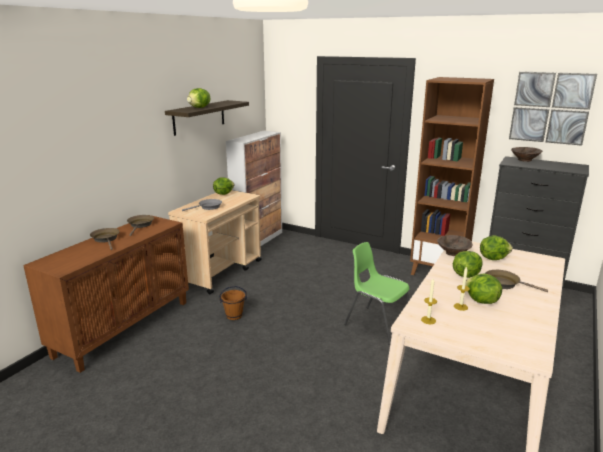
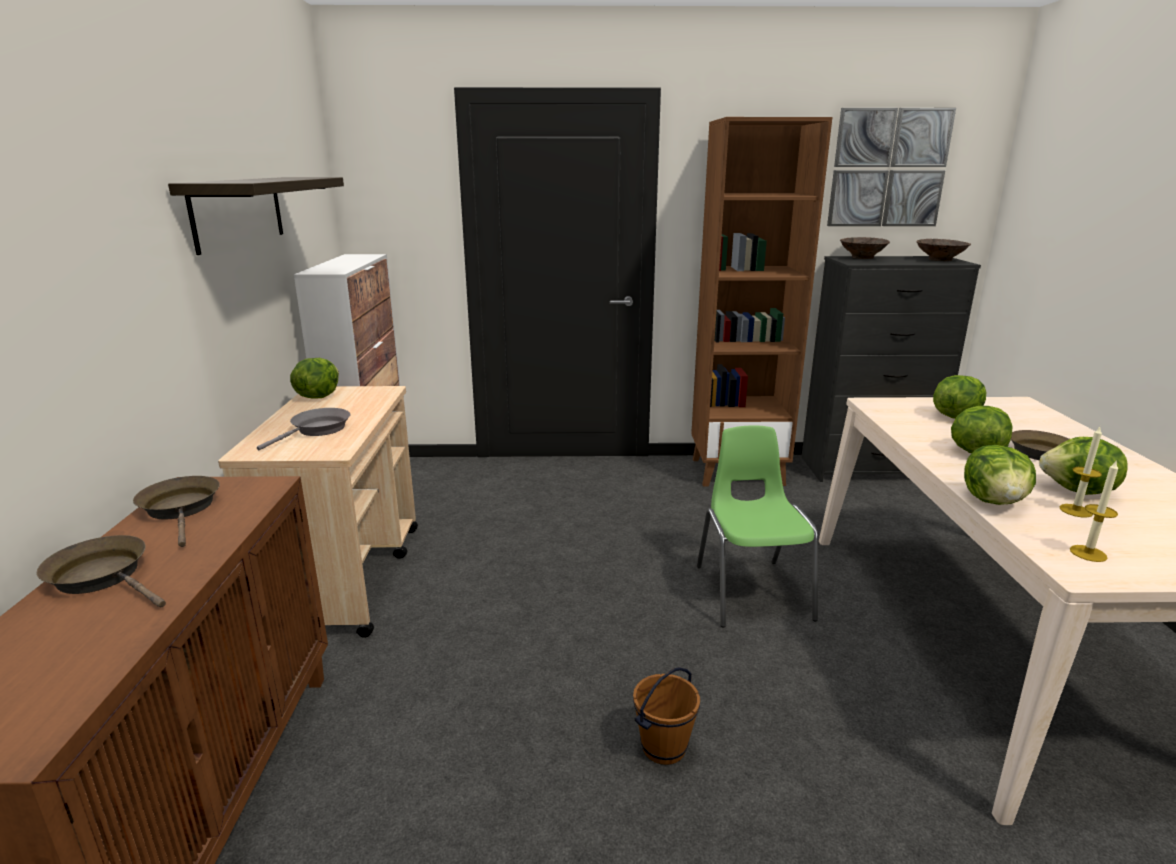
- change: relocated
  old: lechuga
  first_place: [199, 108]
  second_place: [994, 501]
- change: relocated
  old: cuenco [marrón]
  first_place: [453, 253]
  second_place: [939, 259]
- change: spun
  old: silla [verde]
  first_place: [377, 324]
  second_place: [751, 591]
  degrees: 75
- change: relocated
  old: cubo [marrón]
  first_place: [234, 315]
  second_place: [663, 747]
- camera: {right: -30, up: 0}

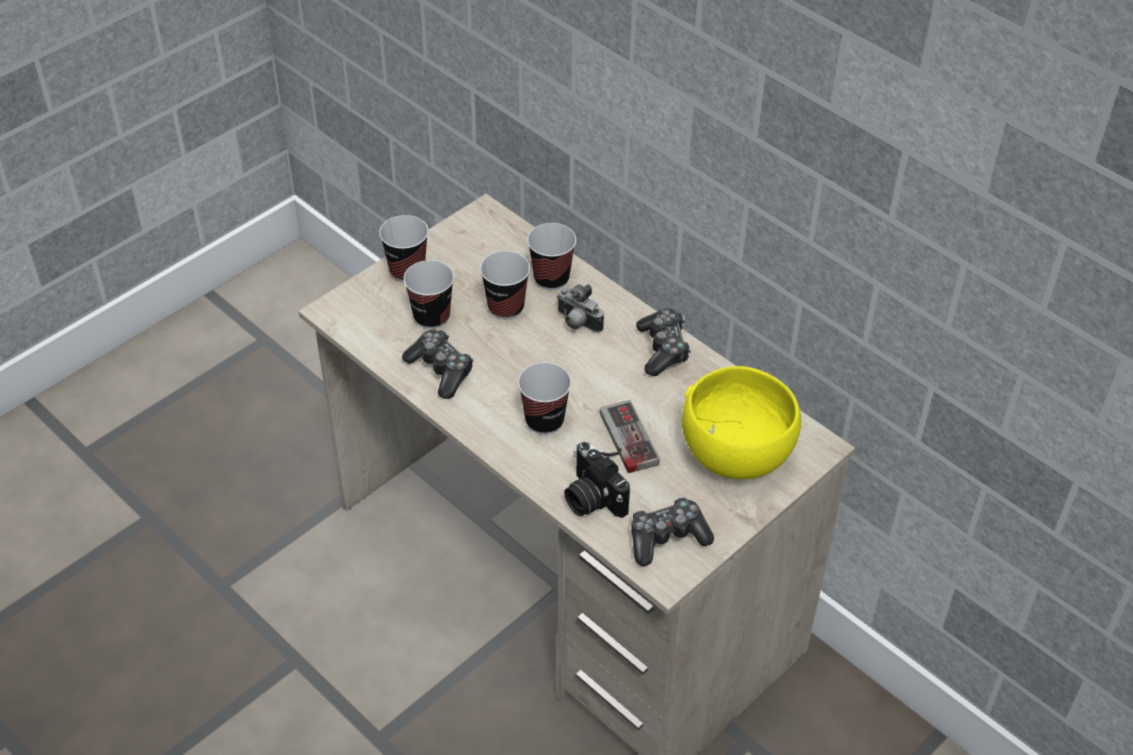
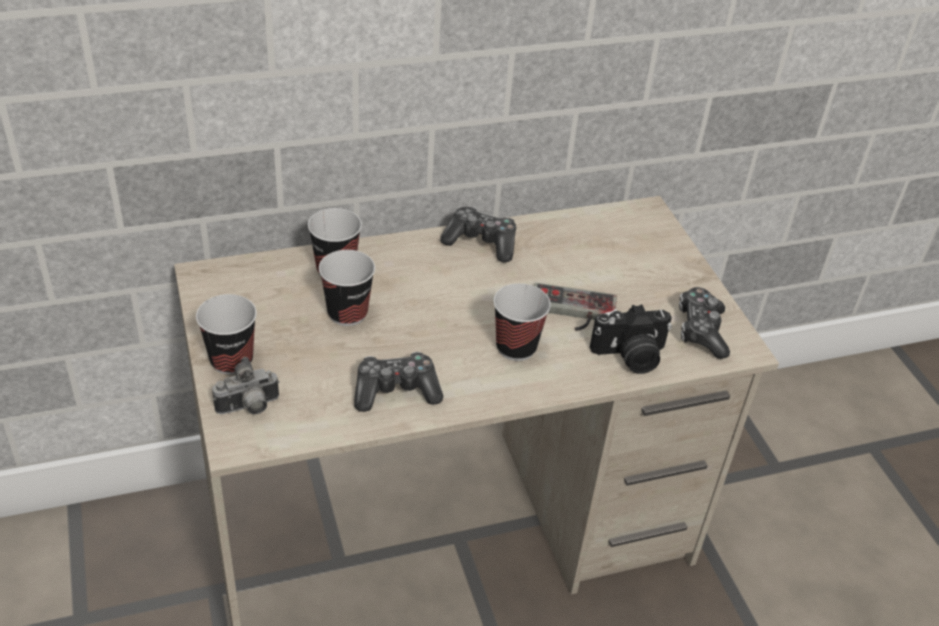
- change: missing
  old: taza
  first_place: [431, 317]
- change: relocated
  old: cámara
  first_place: [576, 323]
  second_place: [249, 408]
- change: missing
  old: cuenco [amarillo]
  first_place: [736, 455]
- camera: {right: -65, up: -5}

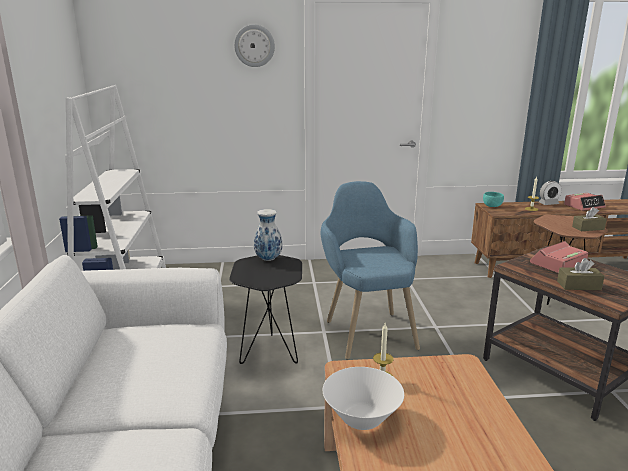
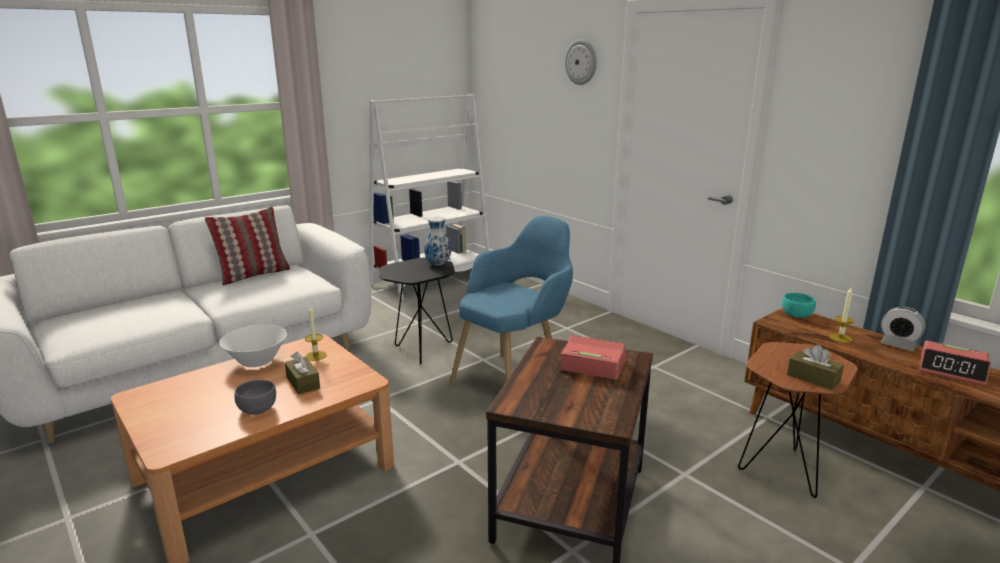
- change: relocated
  old: caja de pañuelos [marrón]
  first_place: [578, 285]
  second_place: [303, 383]
- change: appeared
  new: cojín
  second_place: [253, 275]
- change: appeared
  new: cuenco [gris]
  second_place: [257, 409]
- camera: {right: 55, up: 0}

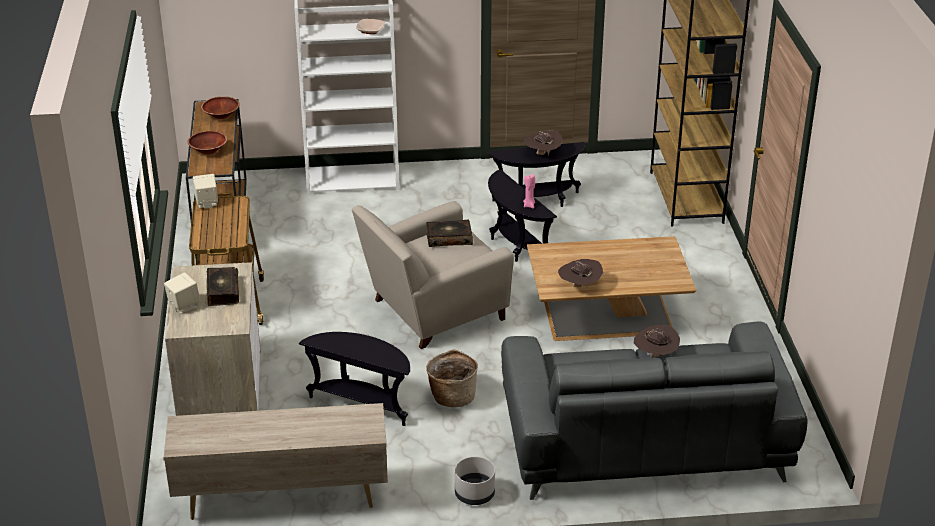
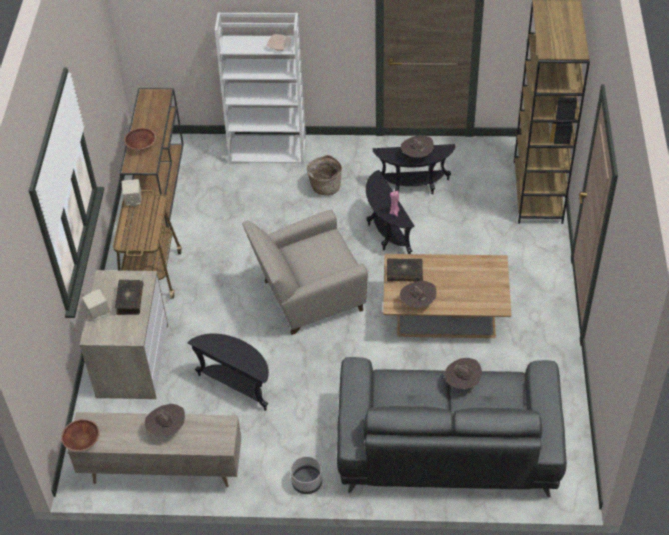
- change: relocated
  old: cuenco [marrón]
  first_place: [221, 115]
  second_place: [82, 441]
- change: relocated
  old: libro
  first_place: [449, 239]
  second_place: [404, 273]
- change: relocated
  old: cesta
  first_place: [452, 396]
  second_place: [325, 186]
- change: appeared
  new: sombrero [marrón]
  second_place: [167, 429]
- camera: {right: 10, up: 15}

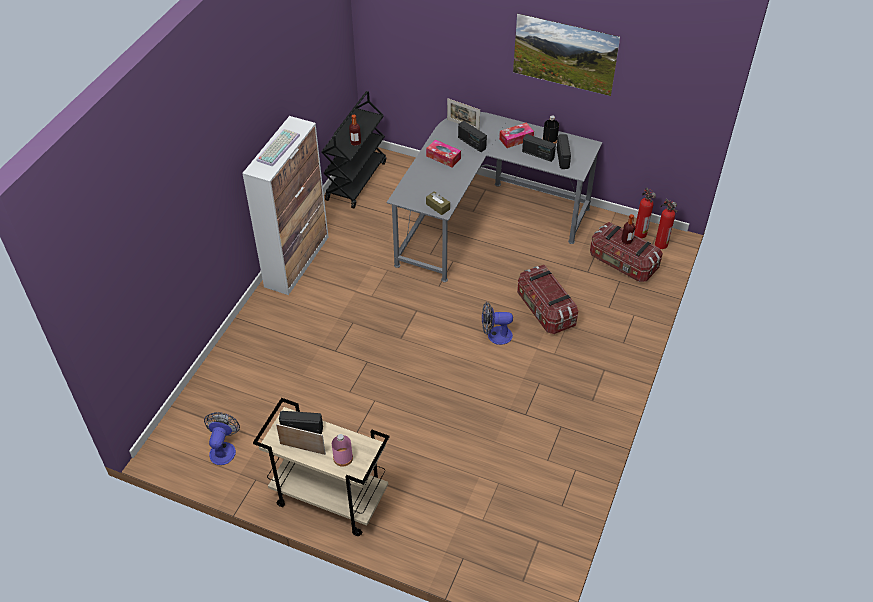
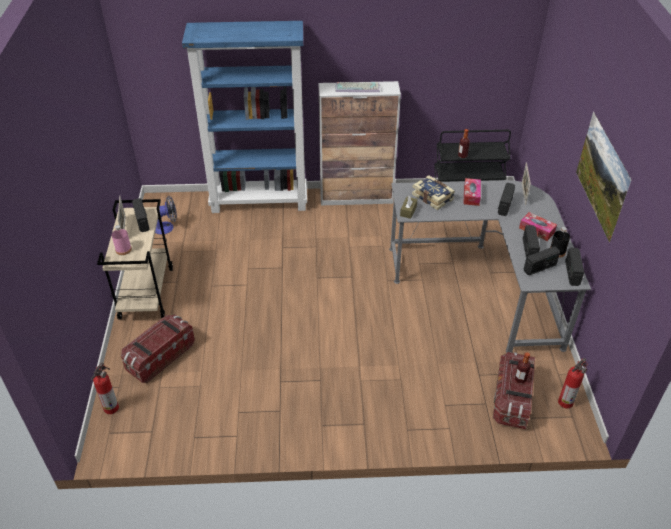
- change: relocated
  old: extintor
  first_place: [660, 243]
  second_place: [112, 407]
- change: relocated
  old: caja de almacenaje
  first_place: [545, 310]
  second_place: [160, 357]
- change: missing
  old: ventilador
  first_place: [495, 335]
- change: appeared
  new: estantería [azul]
  second_place: [260, 201]
- change: appeared
  new: libro
  second_place: [433, 197]
- change: appeared
  new: radio
  second_place: [572, 273]
- camera: {right: 65, up: -5}

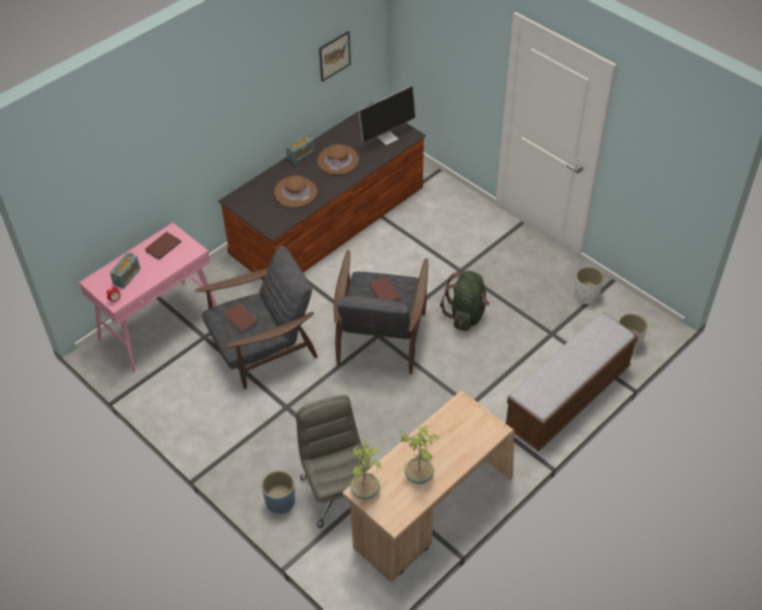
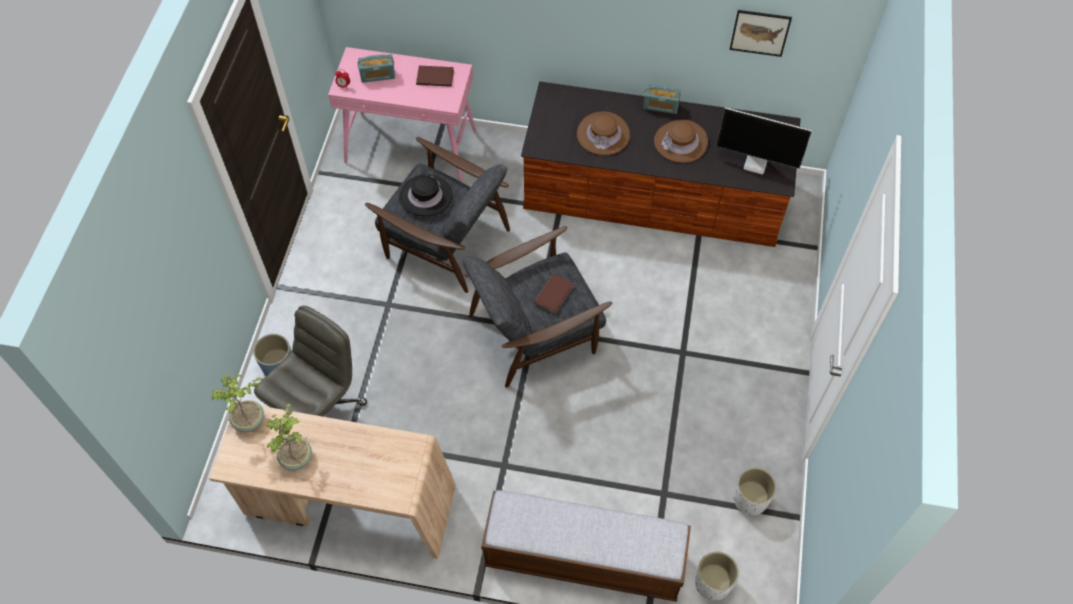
- change: missing
  old: mochila [verde]
  first_place: [466, 315]
- change: exchanged
  old: libro [marrón]
  new: sombrero [negro]
  first_place: [240, 319]
  second_place: [425, 196]
- camera: {right: 55, up: 10}

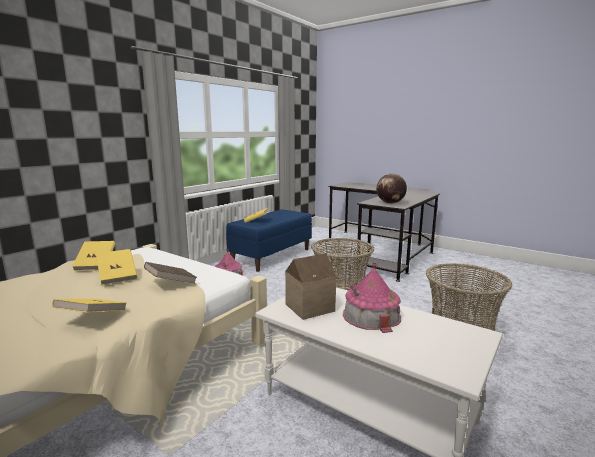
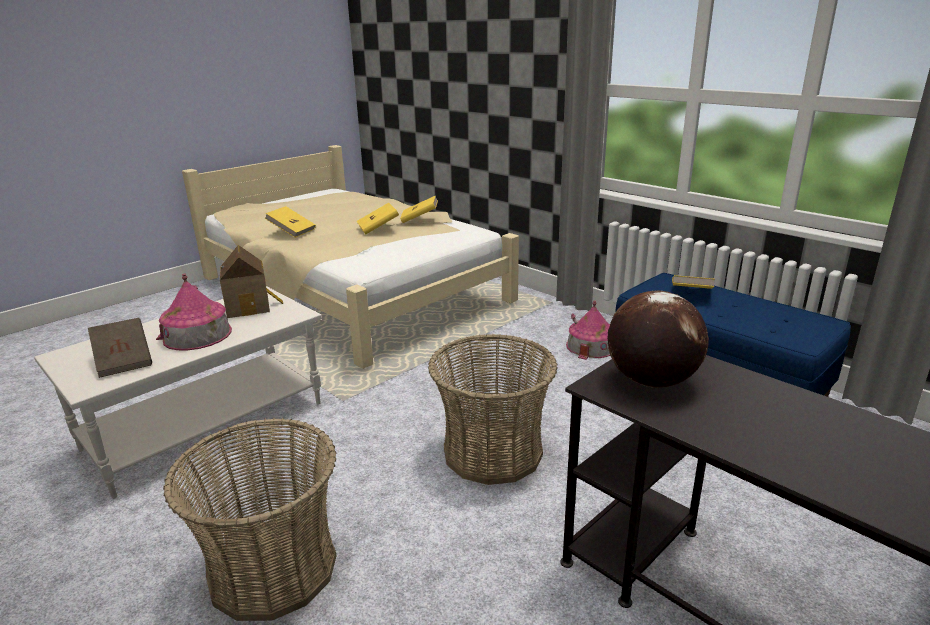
- change: relocated
  old: libro [marrón]
  first_place: [171, 283]
  second_place: [124, 360]
- camera: {right: 100, up: 10}

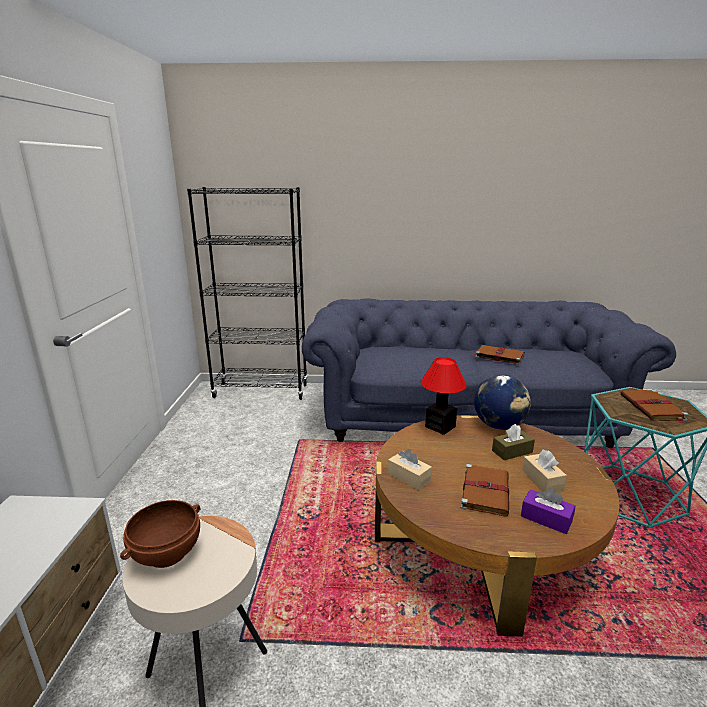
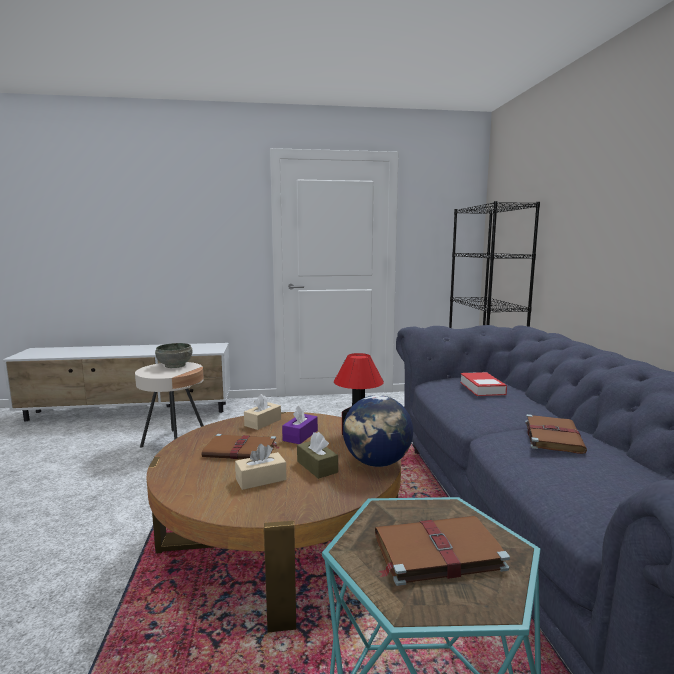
- change: relocated
  old: caja de pañuelos [morado]
  first_place: [546, 518]
  second_place: [300, 435]
- change: colour
  old: cuenco [marrón]
  new: cuenco [gris]
  first_place: [166, 552]
  second_place: [175, 365]
- change: appeared
  new: libro
  second_place: [482, 388]
- camera: {right: 80, up: -10}

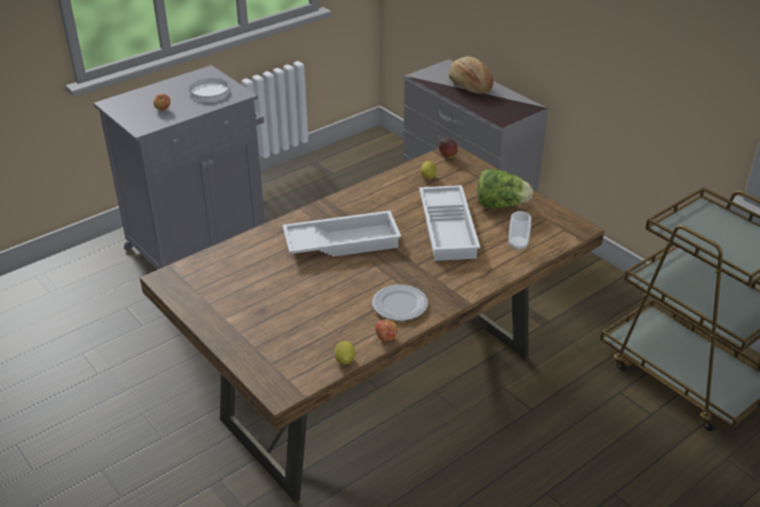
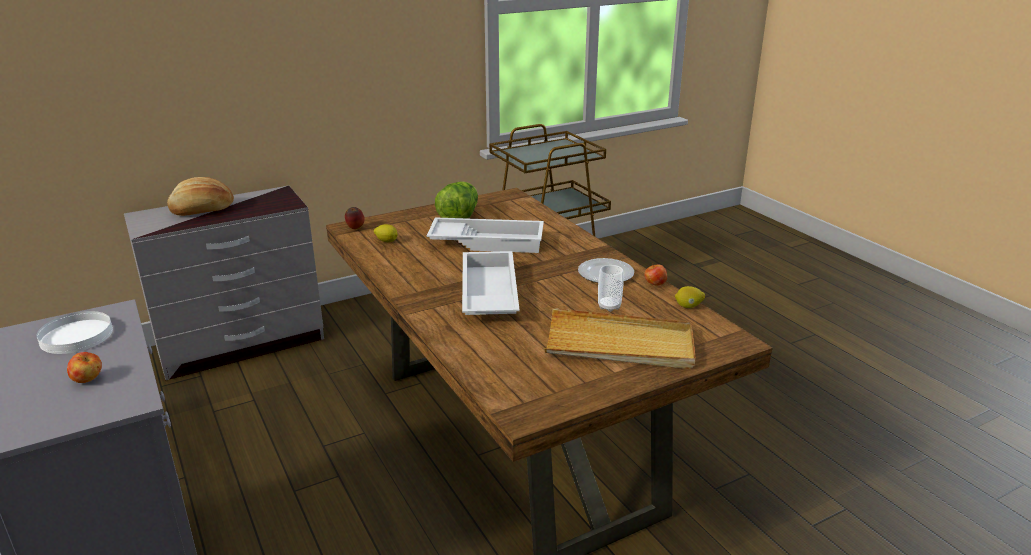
- change: relocated
  old: taza
  first_place: [518, 245]
  second_place: [609, 306]
- change: appeared
  new: bandeja [beis]
  second_place: [619, 345]
- camera: {right: -80, up: -10}

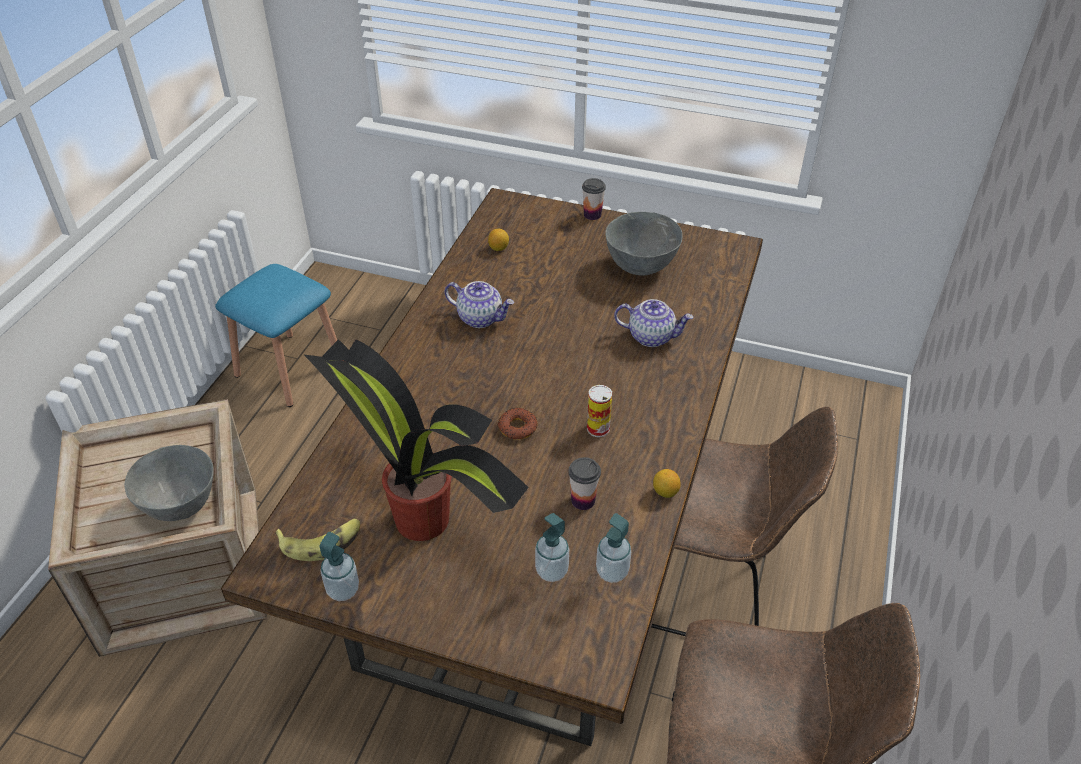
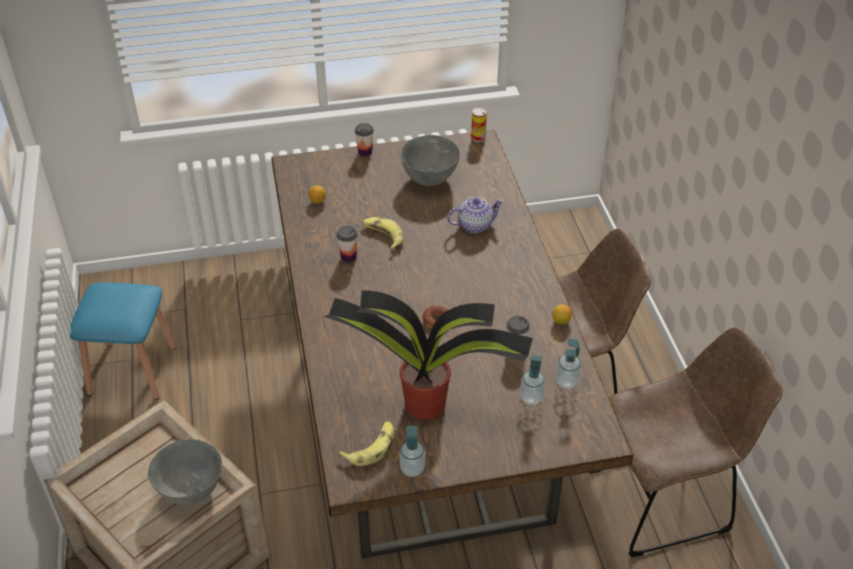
- change: exchanged
  old: tetera
  new: taza
  first_place: [480, 318]
  second_place: [348, 256]
- change: relocated
  old: lata
  first_place: [598, 428]
  second_place: [478, 137]
- change: appeared
  new: plátano
  second_place: [383, 236]
- camera: {right: -30, up: 0}

